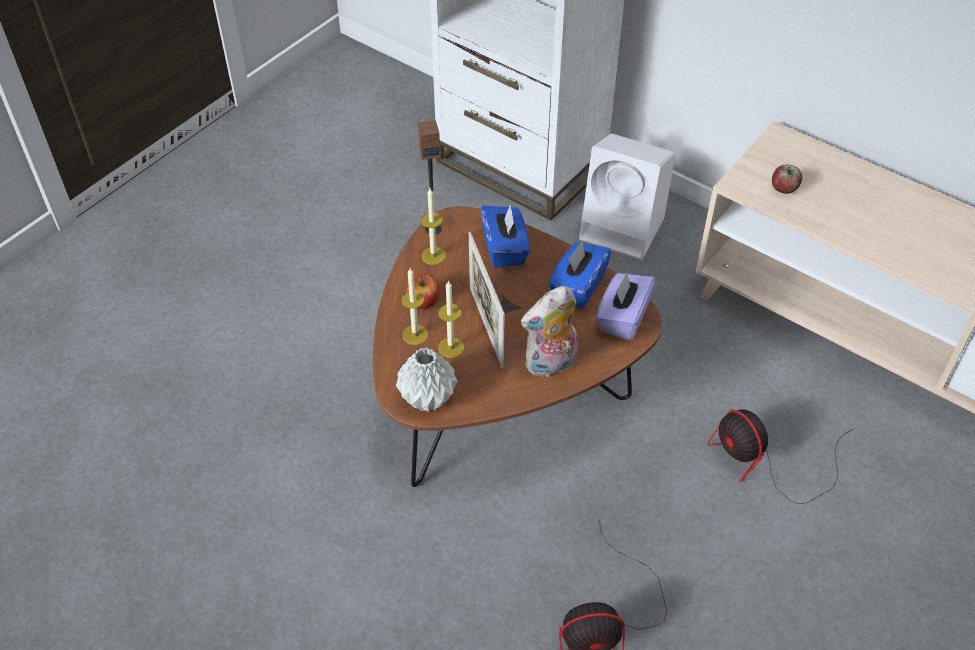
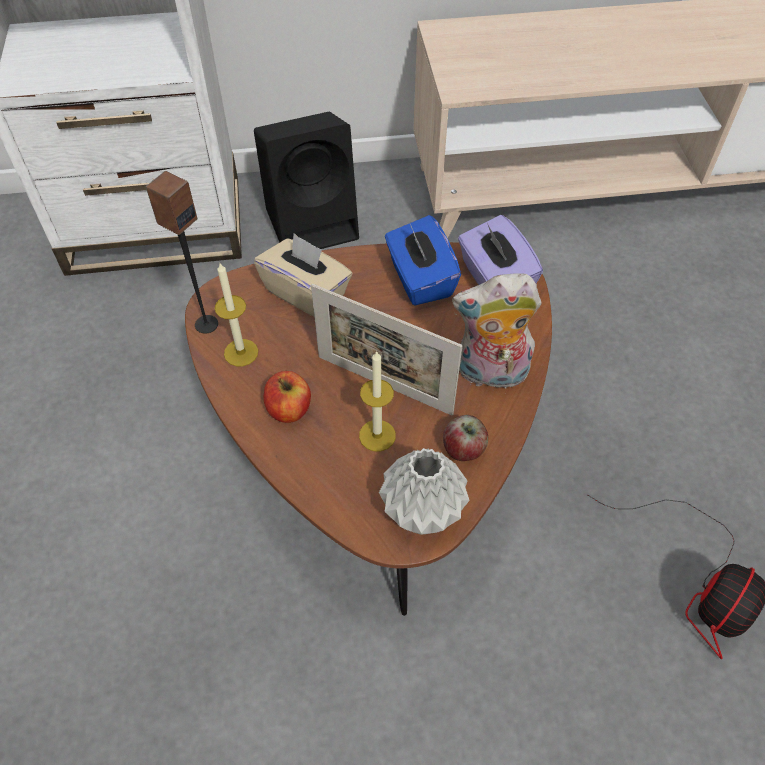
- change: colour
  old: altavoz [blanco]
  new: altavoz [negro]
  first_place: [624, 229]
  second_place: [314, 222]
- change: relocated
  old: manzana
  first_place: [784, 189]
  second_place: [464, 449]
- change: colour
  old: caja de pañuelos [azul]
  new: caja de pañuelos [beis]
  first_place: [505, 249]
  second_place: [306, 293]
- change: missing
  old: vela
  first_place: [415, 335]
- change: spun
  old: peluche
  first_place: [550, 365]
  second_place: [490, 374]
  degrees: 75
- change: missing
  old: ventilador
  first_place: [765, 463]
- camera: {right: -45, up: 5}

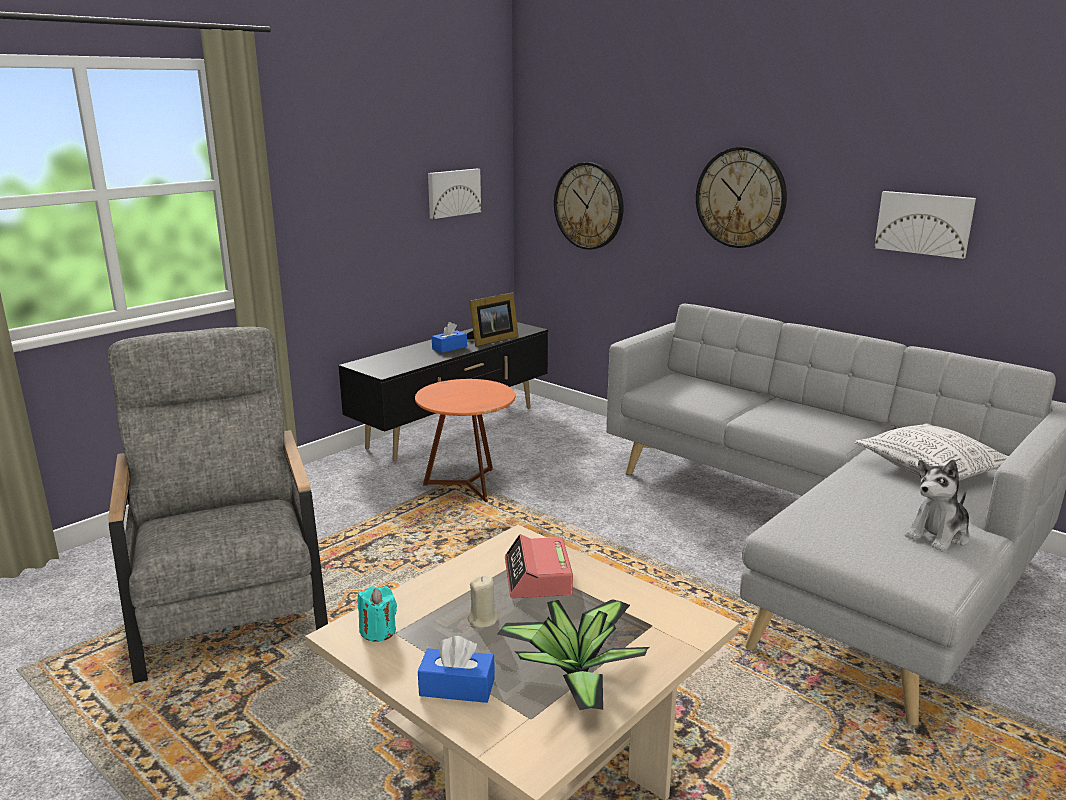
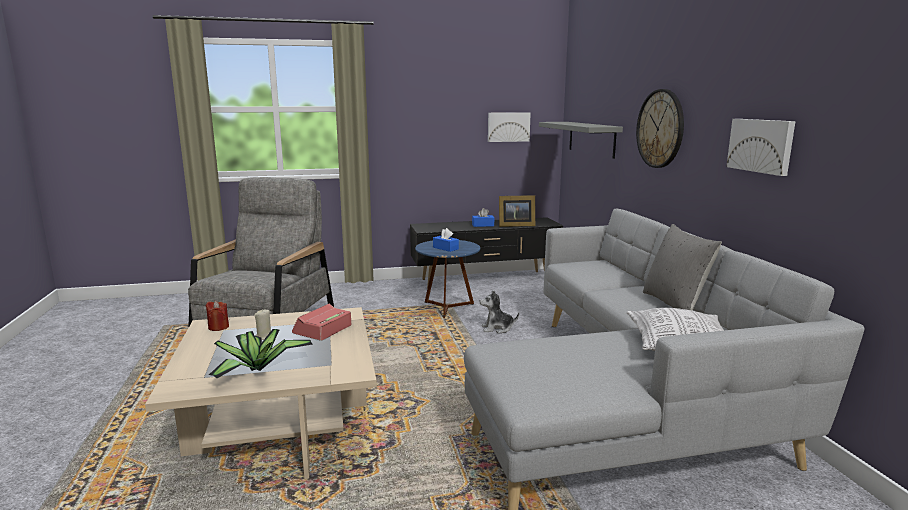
- change: exchanged
  old: reloj de pared
  new: estante [gris]
  first_place: [589, 206]
  second_place: [591, 138]
- change: colour
  old: mesa auxiliar [naranja]
  new: mesa auxiliar [azul]
  first_place: [468, 485]
  second_place: [448, 308]
- change: relocated
  old: peluche
  first_place: [938, 535]
  second_place: [497, 328]
- change: colour
  old: vela [turquesa]
  new: vela [rojo]
  first_place: [378, 631]
  second_place: [218, 327]
- change: relocated
  old: caja de pañuelos [azul]
  first_place: [457, 687]
  second_place: [445, 248]
- change: appeared
  new: cojín [gris]
  second_place: [675, 304]
- camera: {right: 35, up: -5}

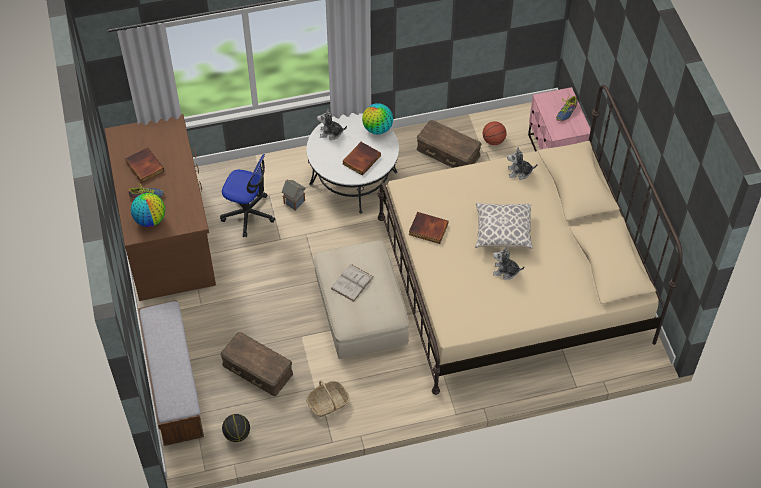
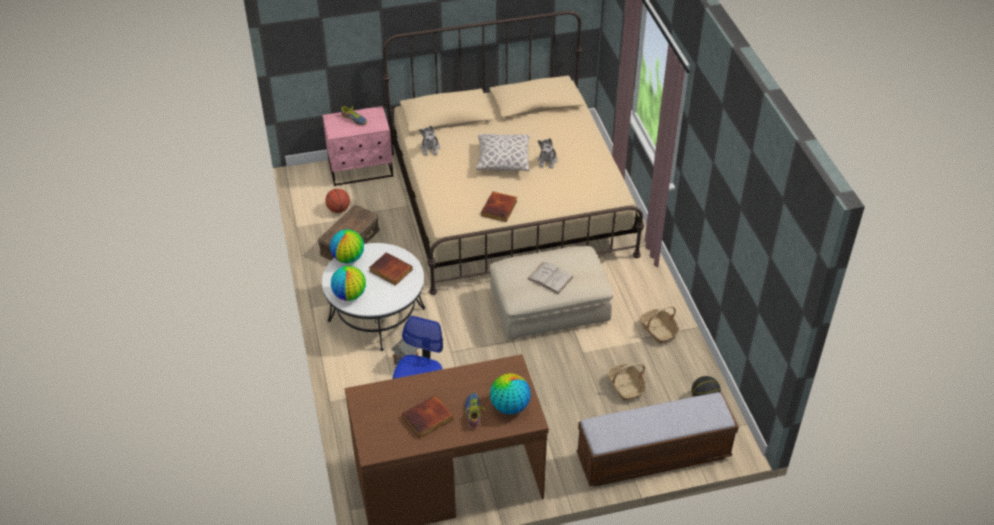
- change: exchanged
  old: peluche
  new: globo terráqueo
  first_place: [331, 133]
  second_place: [350, 295]
- change: exchanged
  old: caja de almacenaje [marrón]
  new: cesta
  first_place: [257, 369]
  second_place: [626, 386]
- camera: {right: -90, up: -10}

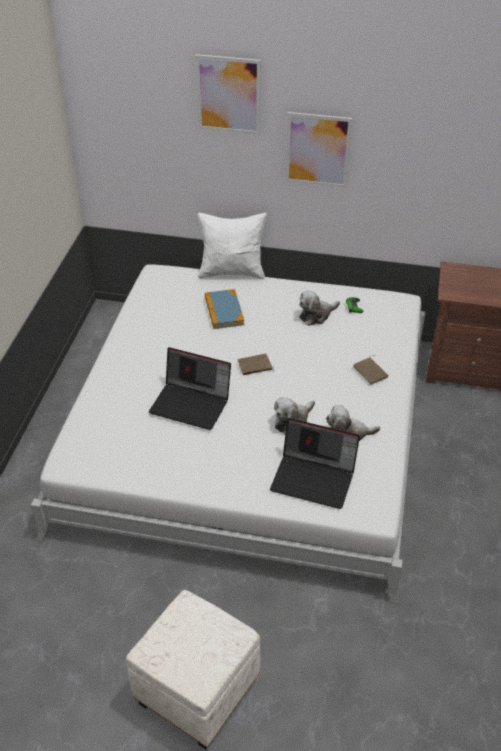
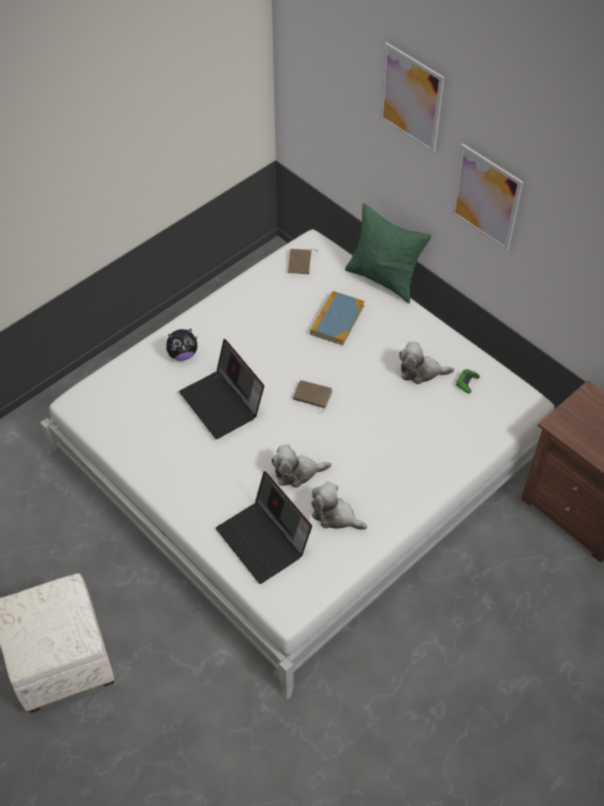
- change: colour
  old: cojín [blanco]
  new: cojín [verde]
  first_place: [232, 272]
  second_place: [384, 279]
- change: relocated
  old: libro [marrón]
  first_place: [371, 372]
  second_place: [300, 263]
- change: appeared
  new: peluche
  second_place: [182, 354]
- camera: {right: 35, up: 10}

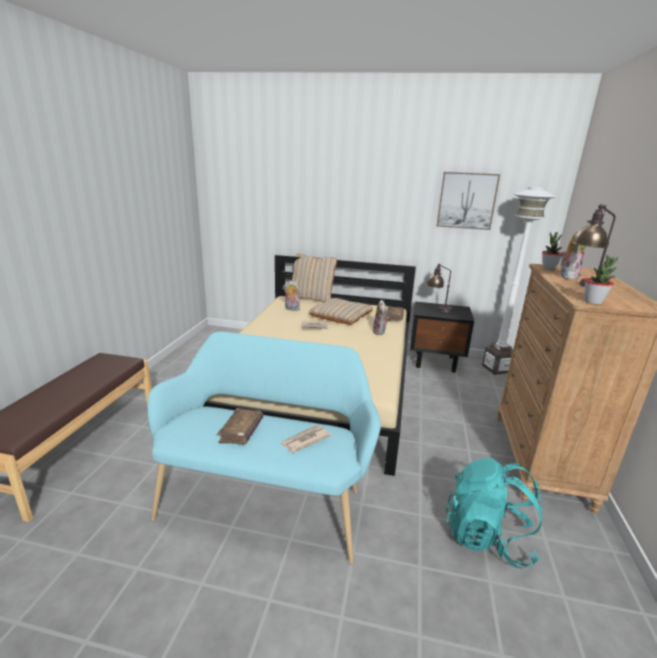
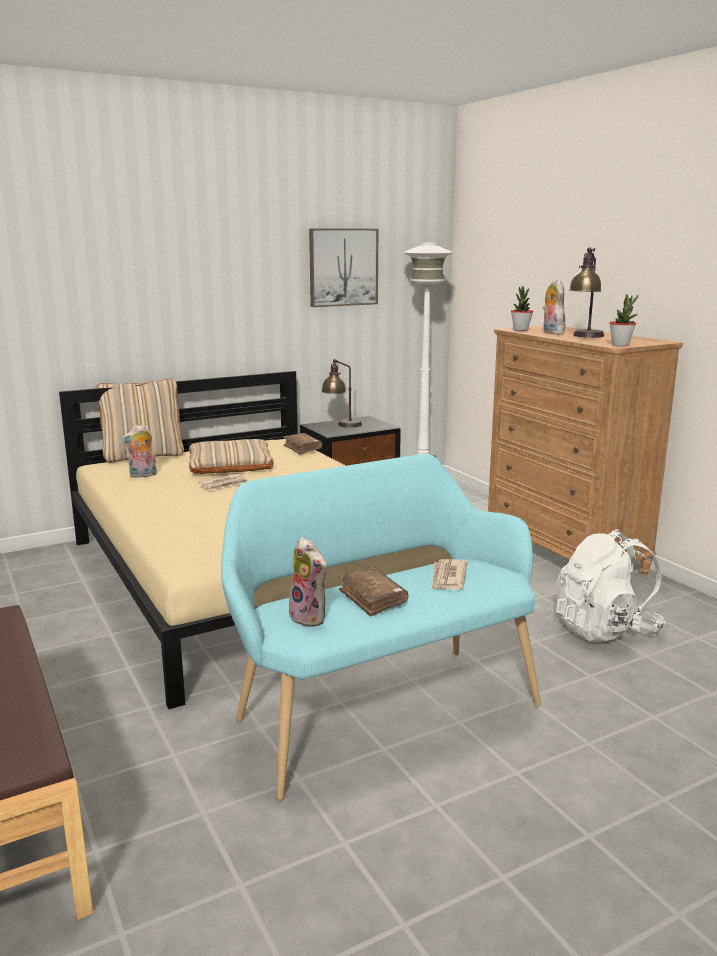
- change: relocated
  old: peluche
  first_place: [380, 332]
  second_place: [311, 617]
- change: colour
  old: mochila [turquesa]
  new: mochila [blanco]
  first_place: [487, 537]
  second_place: [605, 629]
- camera: {right: -40, up: -5}

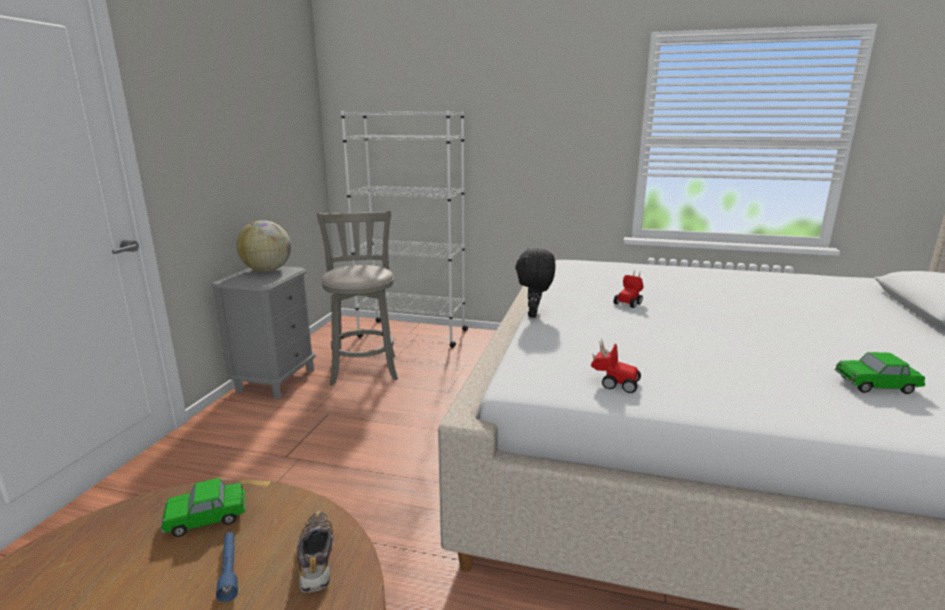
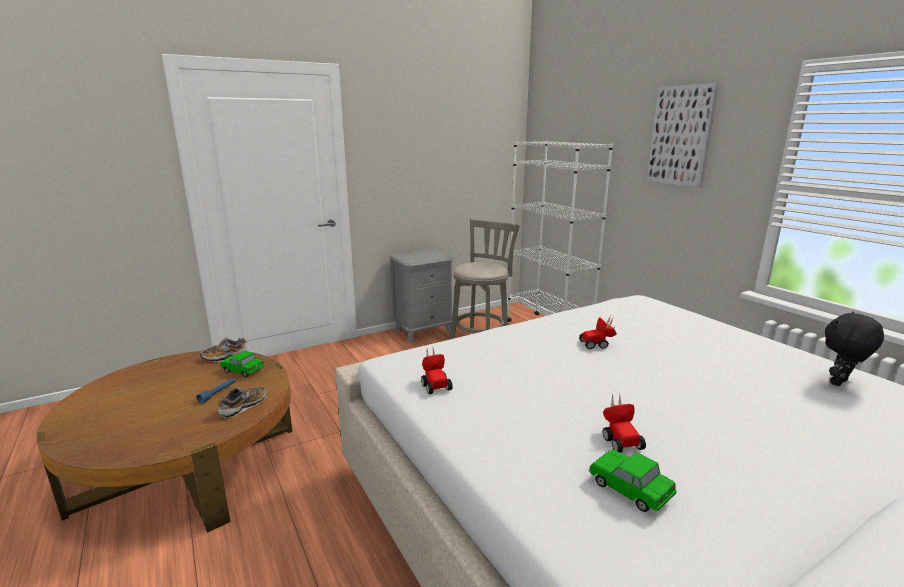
- change: missing
  old: globo terráqueo
  first_place: [267, 270]
- change: relocated
  old: peluche [negro]
  first_place: [534, 315]
  second_place: [840, 383]
- change: appeared
  new: cuadro
  second_place: [681, 136]
- change: appeared
  new: zapato
  second_place: [225, 357]
- change: appeared
  new: coche de juguete
  second_place: [619, 439]
- camera: {right: 45, up: 0}

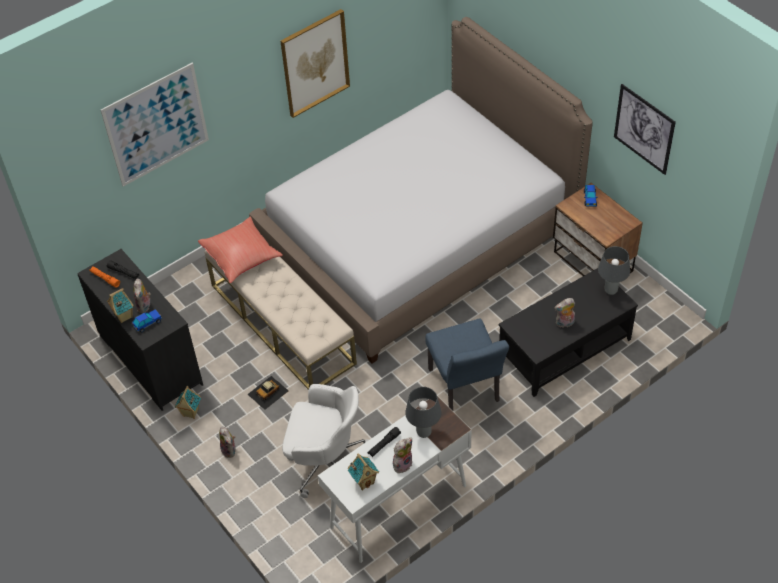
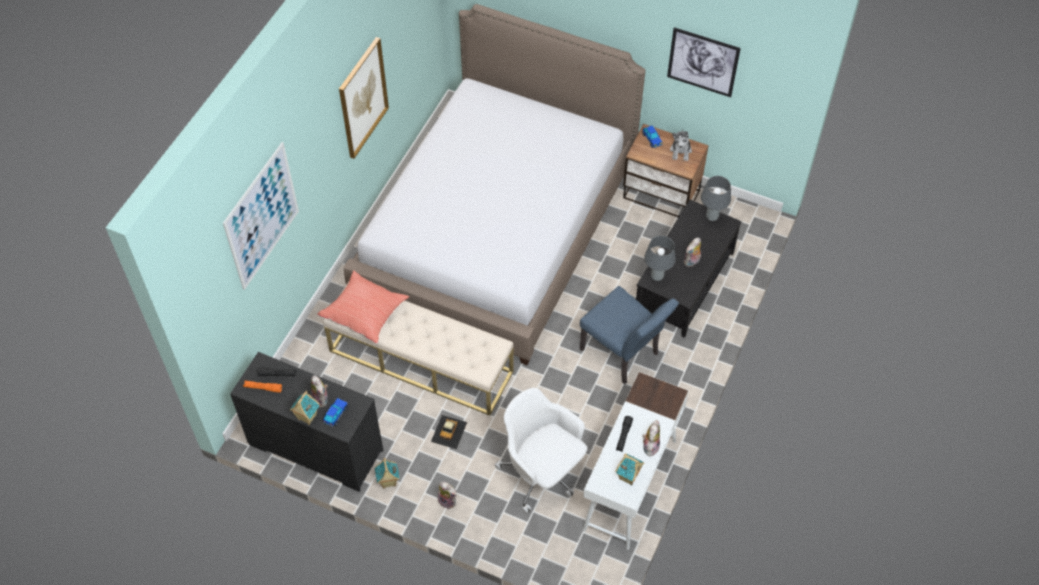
- change: spun
  old: silla de oficina [blanco]
  first_place: [326, 462]
  second_place: [542, 473]
  degrees: -120
- change: relocated
  old: lámpara de mesa [gris]
  first_place: [423, 432]
  second_place: [656, 276]
- change: appeared
  new: peluche
  second_place: [681, 151]
- camera: {right: -30, up: 5}

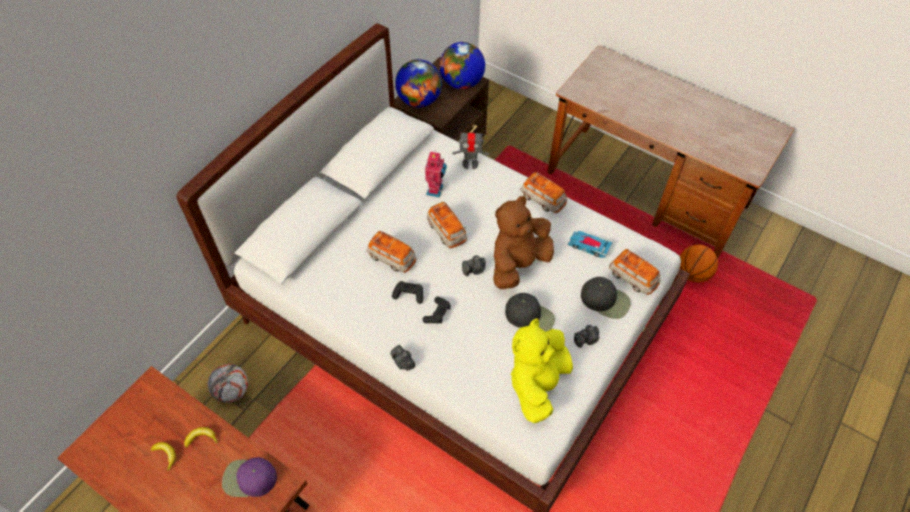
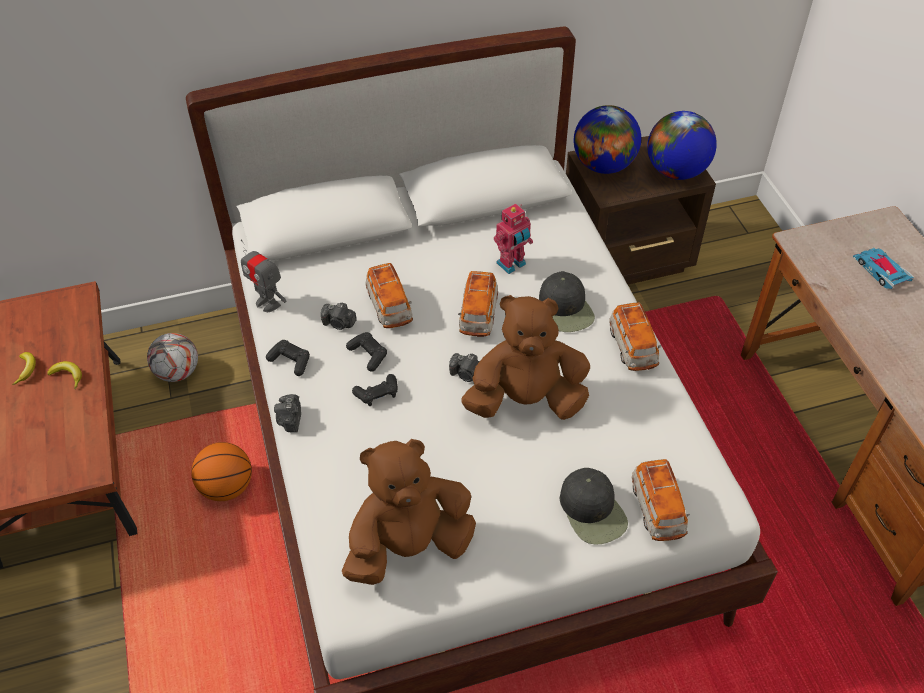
- change: relocated
  old: robot de juguete
  first_place: [470, 164]
  second_place: [268, 303]
- change: relocated
  old: coche de juguete
  first_place: [589, 246]
  second_place: [880, 271]
- change: relocated
  old: balón de baloncesto
  first_place: [692, 273]
  second_place: [227, 487]
- change: relocated
  old: gorra [negro]
  first_place: [530, 317]
  second_place: [566, 308]
- change: colour
  old: peluche [amarillo]
  new: peluche [marrón]
  first_place: [537, 384]
  second_place: [409, 546]
- change: relocated
  old: cámara
  first_place: [587, 340]
  second_place: [339, 323]
- change: missing
  old: gorra [morado]
  first_place: [249, 479]
- change: appeared
  new: mando de consola [negro]
  second_place: [290, 361]
- camera: {right: 40, up: -5}

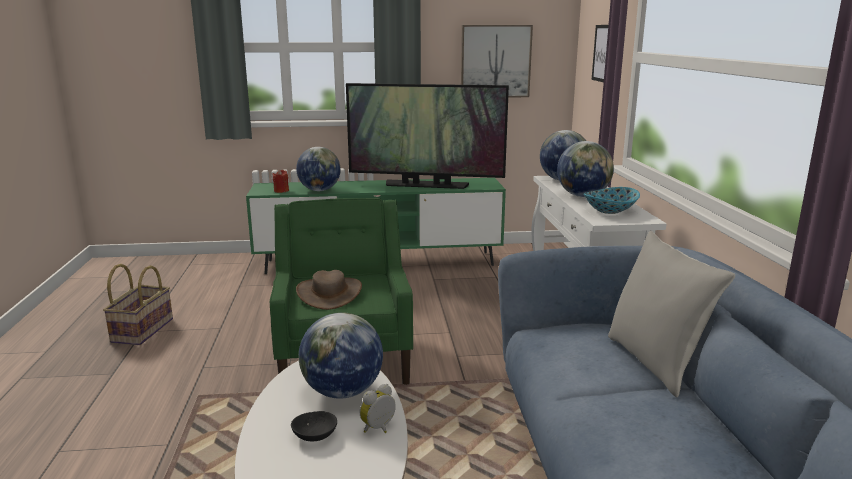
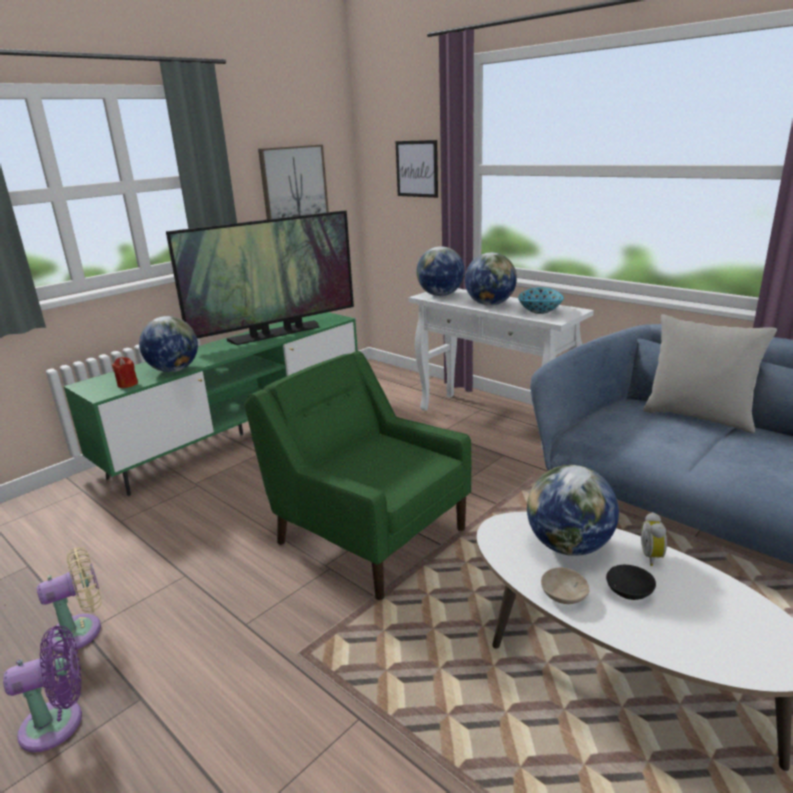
- change: exchanged
  old: cesta
  new: ventilador [beis]
  first_place: [142, 330]
  second_place: [81, 631]
- change: missing
  old: sombrero [marrón]
  first_place: [329, 293]
- change: appeared
  new: cuenco [beis]
  second_place: [562, 595]
- change: appeared
  new: ventilador [morado]
  second_place: [58, 723]
- camera: {right: -40, up: 5}

